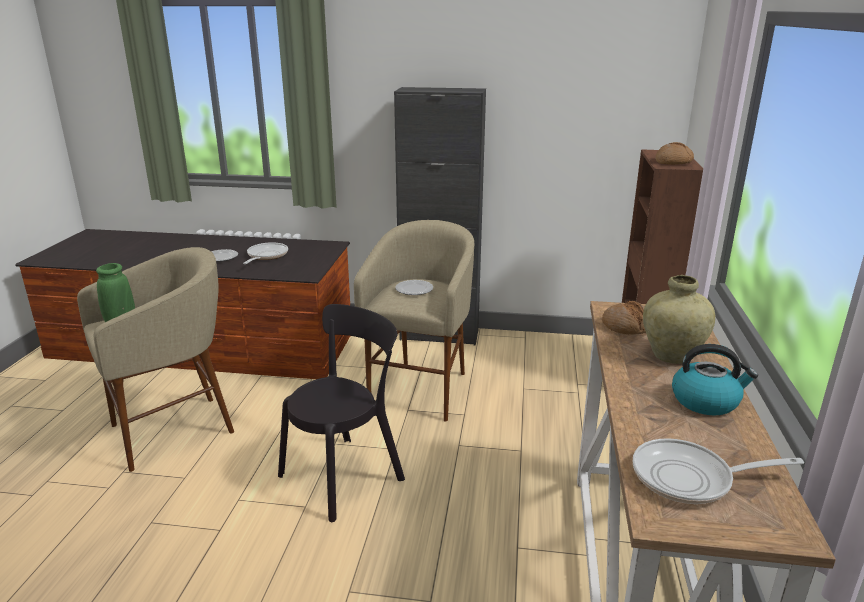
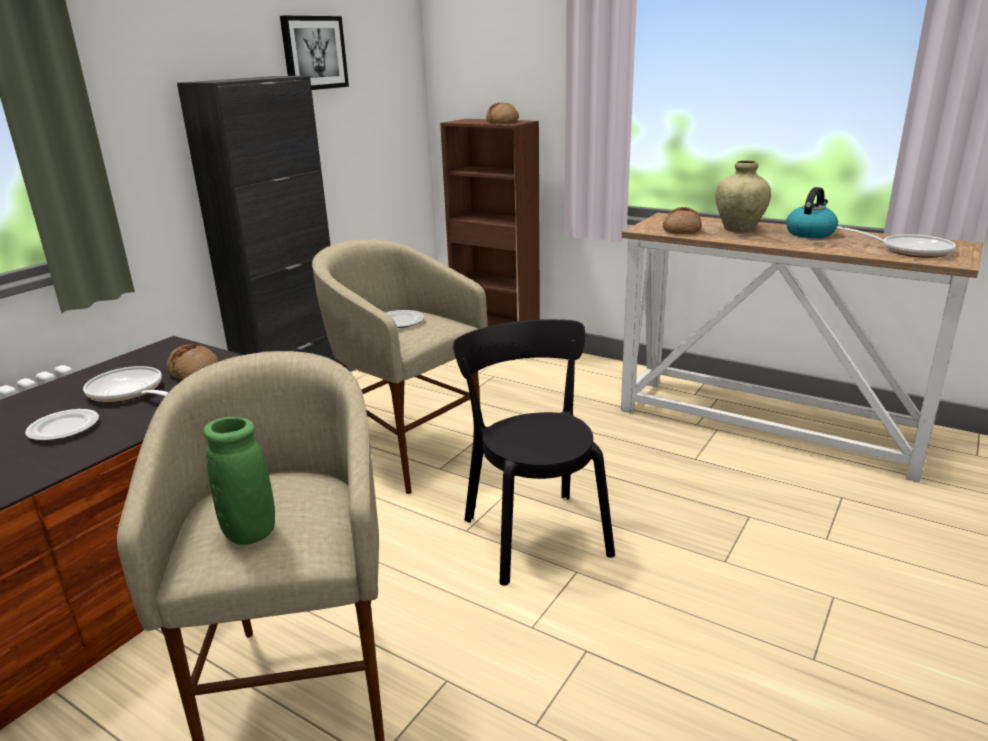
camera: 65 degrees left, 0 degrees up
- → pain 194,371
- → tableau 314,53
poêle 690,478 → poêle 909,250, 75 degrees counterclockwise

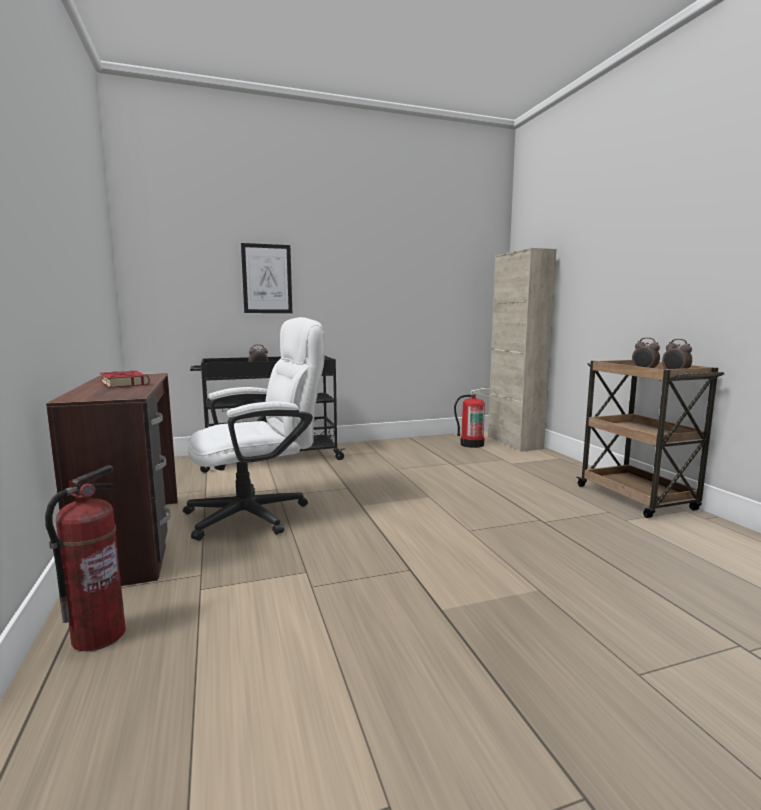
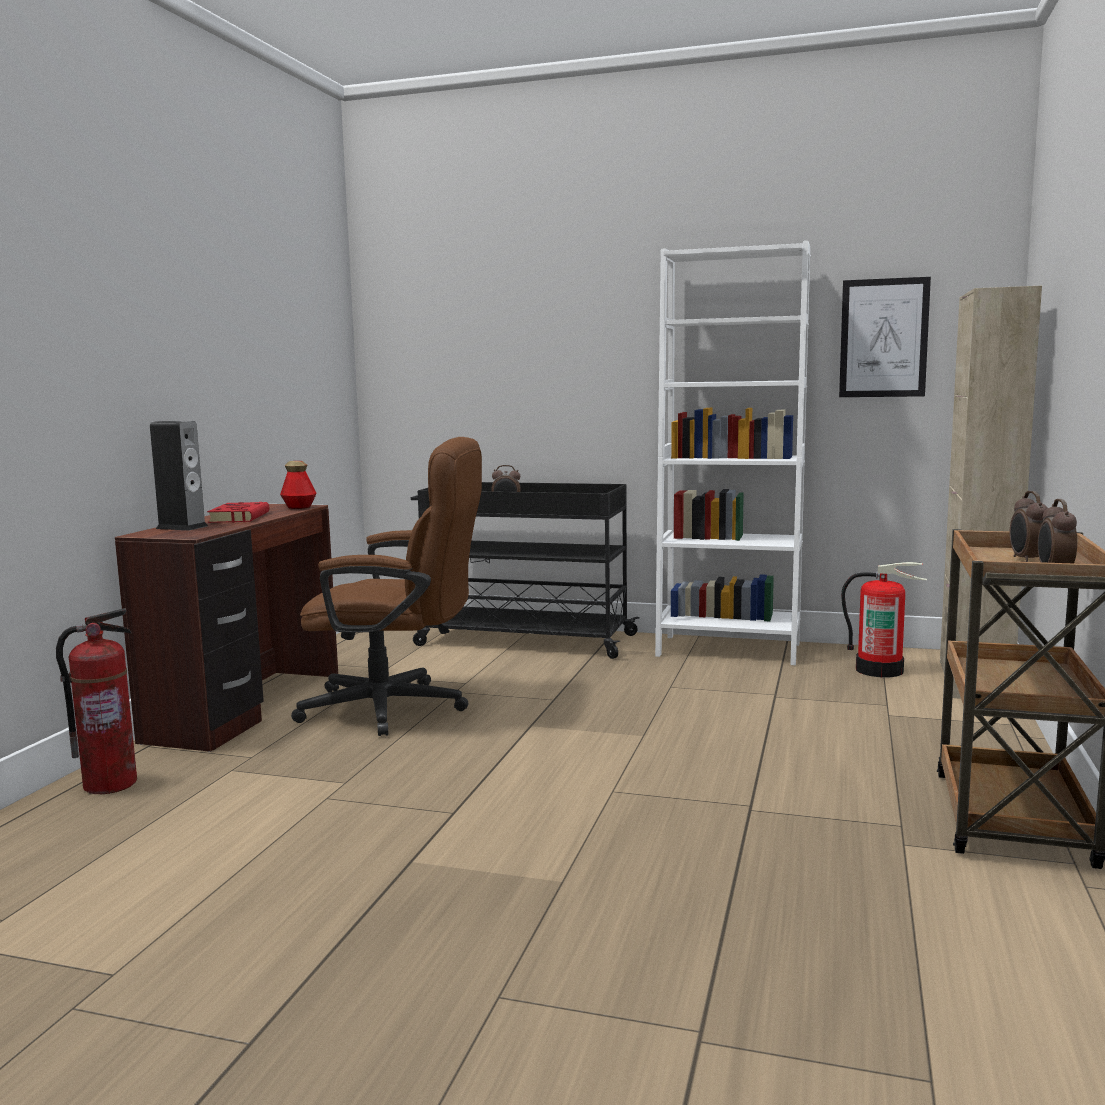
camera: 35 degrees right, 0 degrees up
- → enceinte 182,527
- → bouteille 299,507
- → bibliothèque [blanc] 728,649
tableau 267,279 → tableau 883,338, moved
chaise de bureau [blanc] 259,514 → chaise de bureau [marron] 399,708

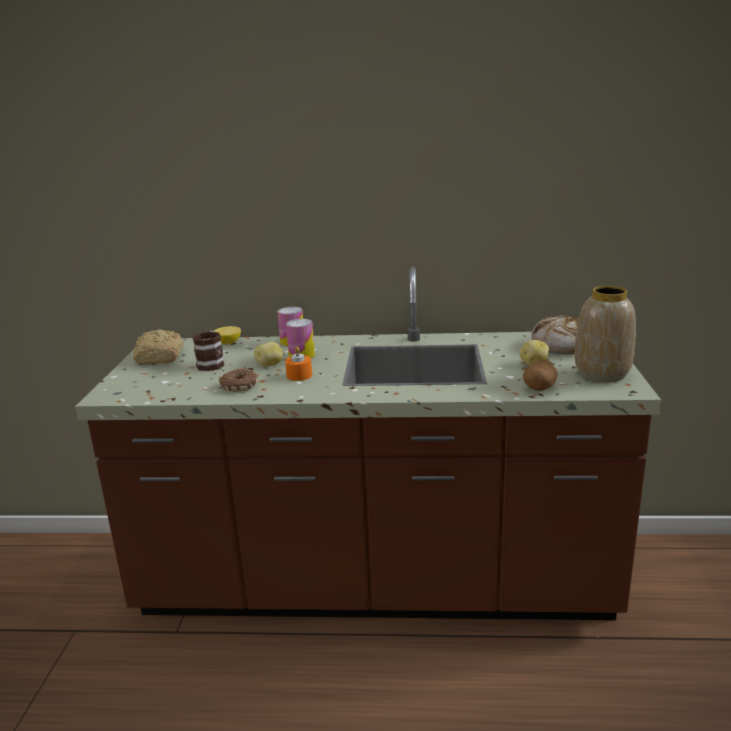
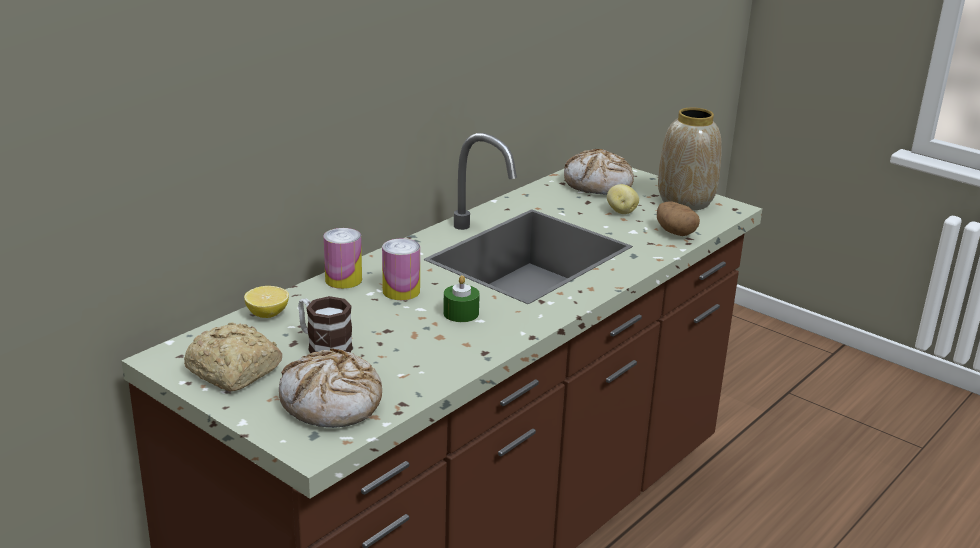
camera: 55 degrees left, 5 degrees up
beignet 238,386 → -
pomme de terre 270,365 → -
- → pain 332,403
bougie [orange] 299,375 → bougie [vert] 461,313

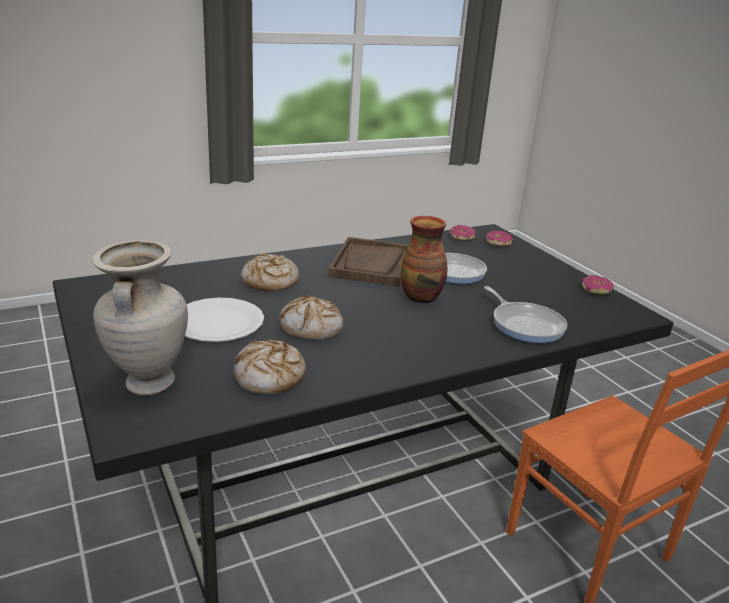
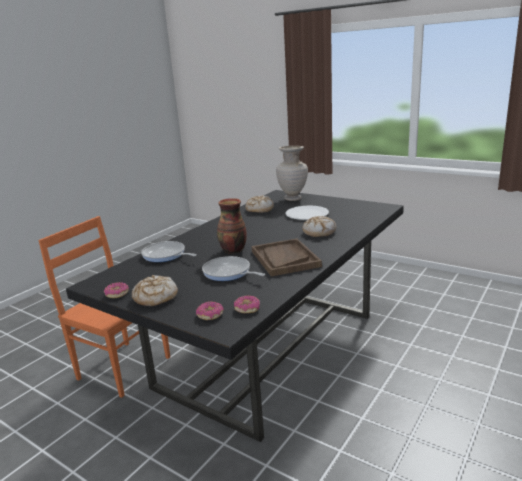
camera: 155 degrees right, 5 degrees down
pain 311,328 → pain 155,297, moved

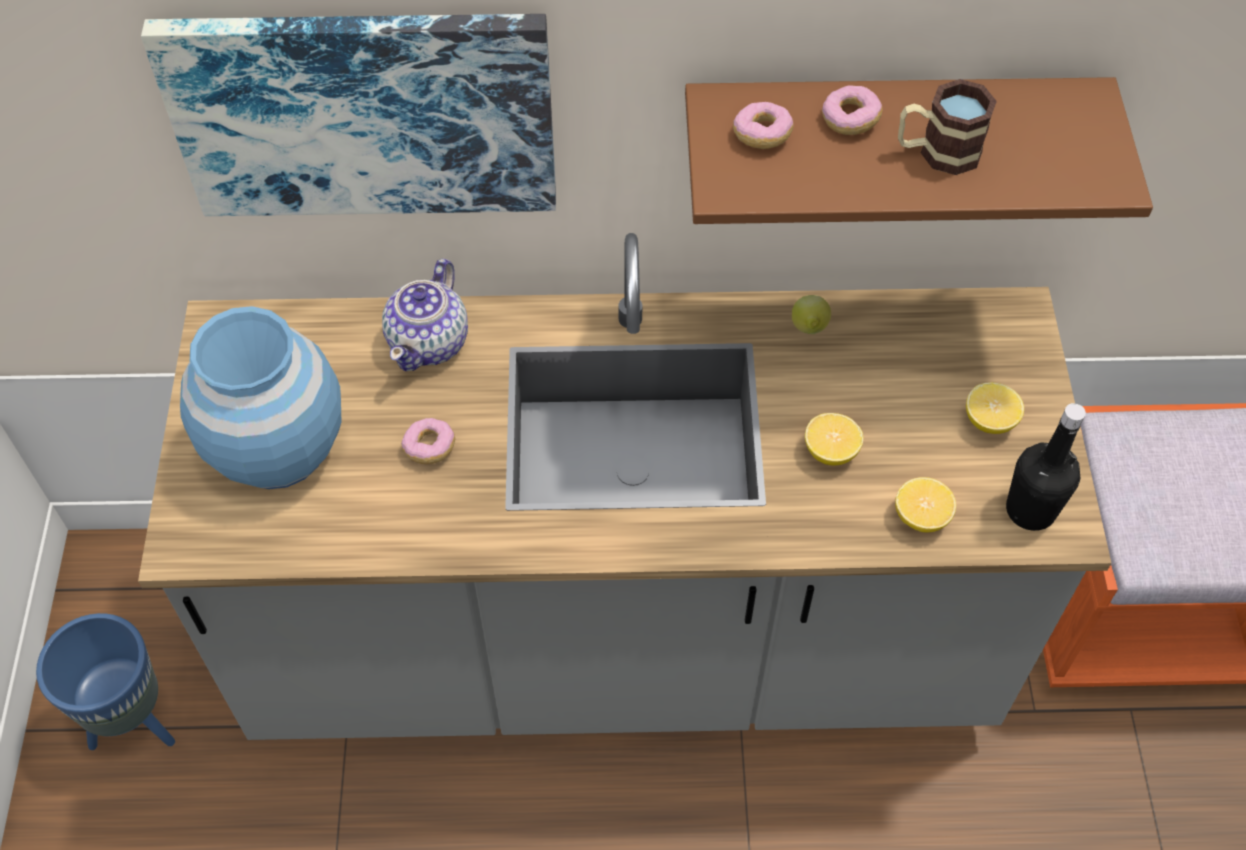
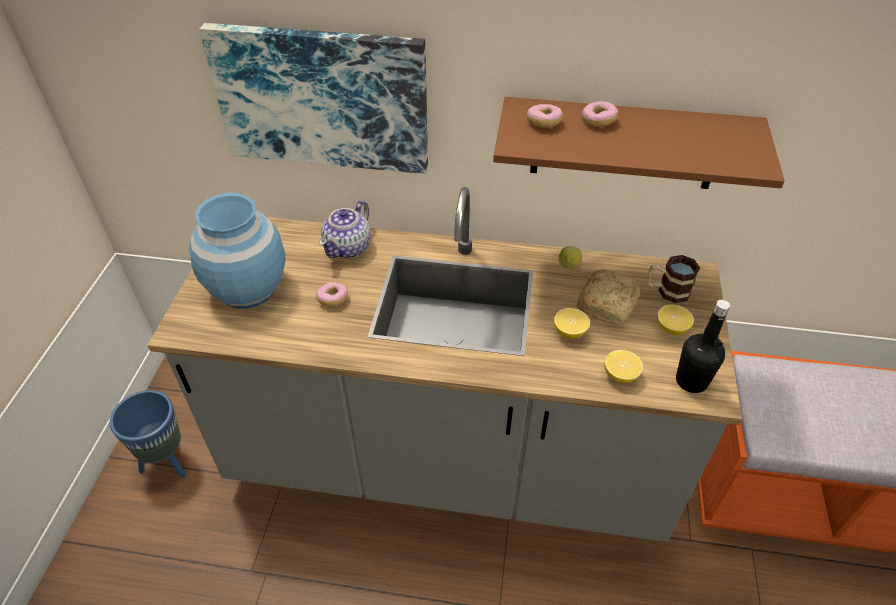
camera: 10 degrees right, 10 degrees down
- → pain 608,303
mug 937,152 → mug 667,291, moved

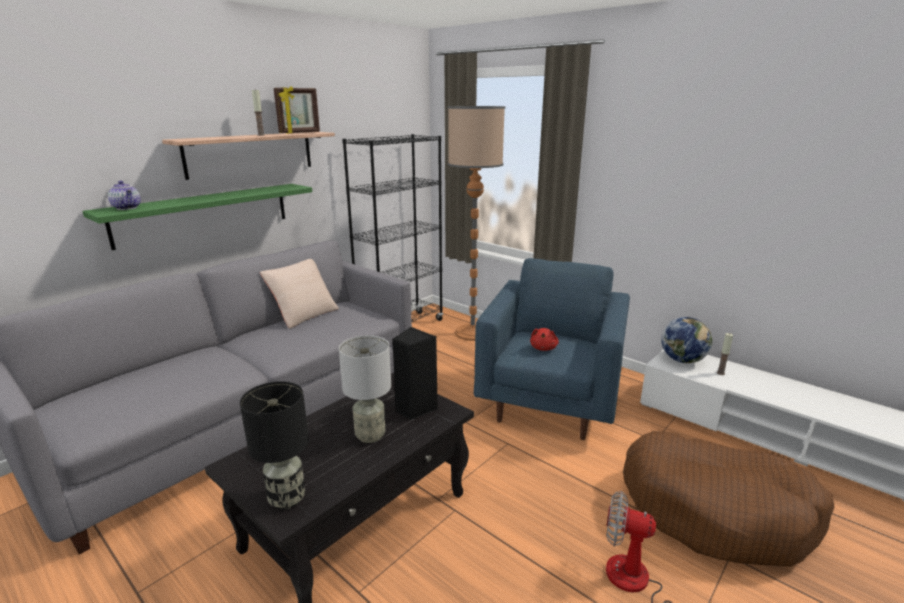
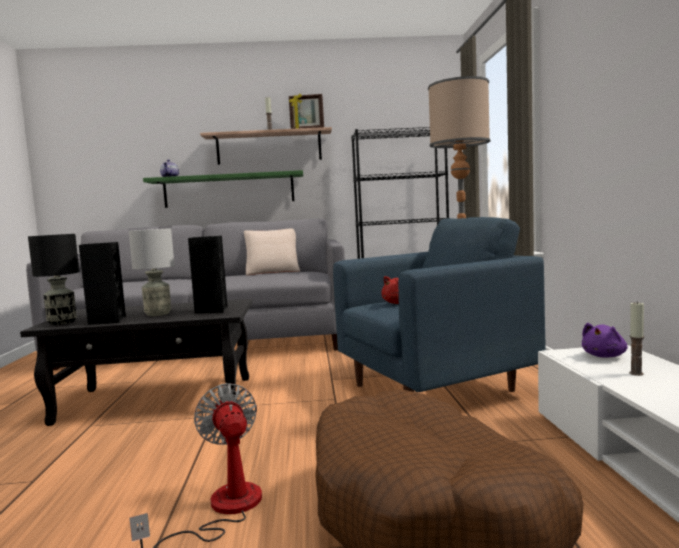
camera: 45 degrees right, 15 degrees down
- → enceinte [noir] 107,321
globe 682,360 → peluche [violet] 604,356

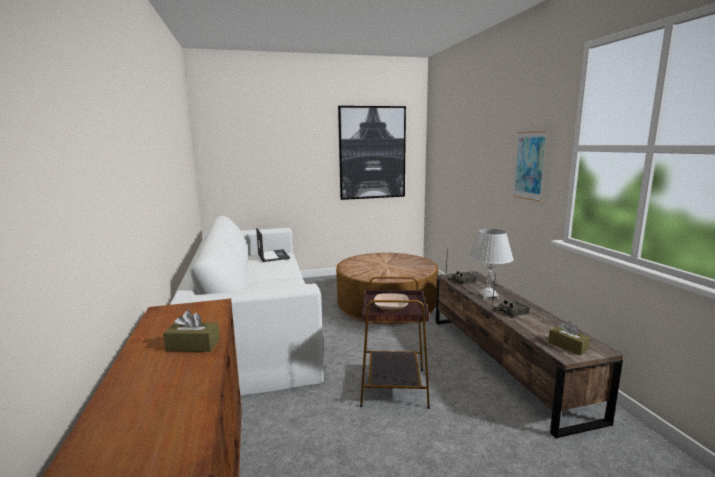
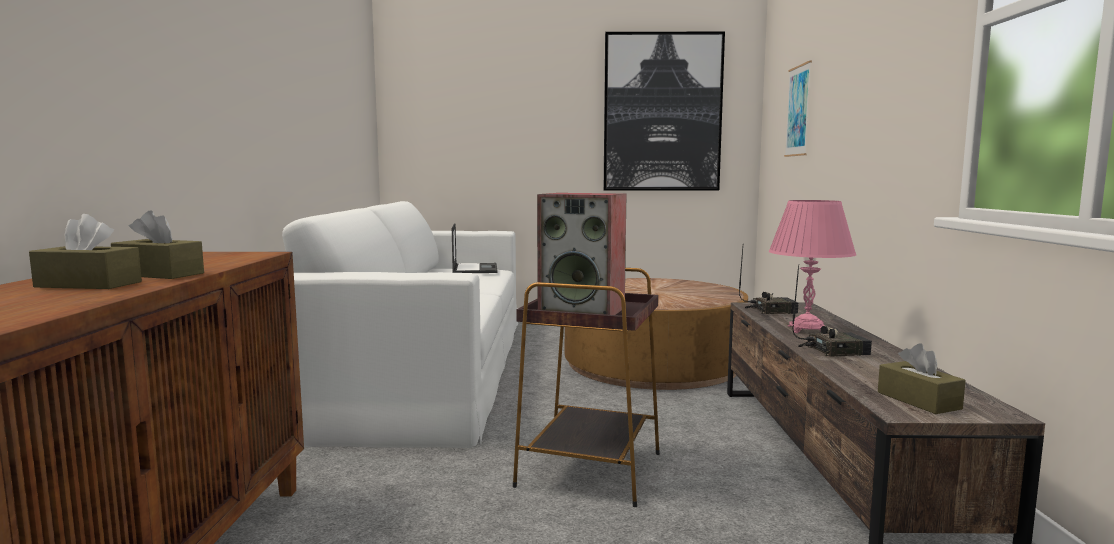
camera: 15 degrees right, 5 degrees down
- → boîte à mouchoirs [marron] 88,284
tableau 529,165 → tableau 798,111, moved
bol 391,307 → enceinte 583,310
lampe de table [blanc] 488,296 → lampe de table [rose] 807,330

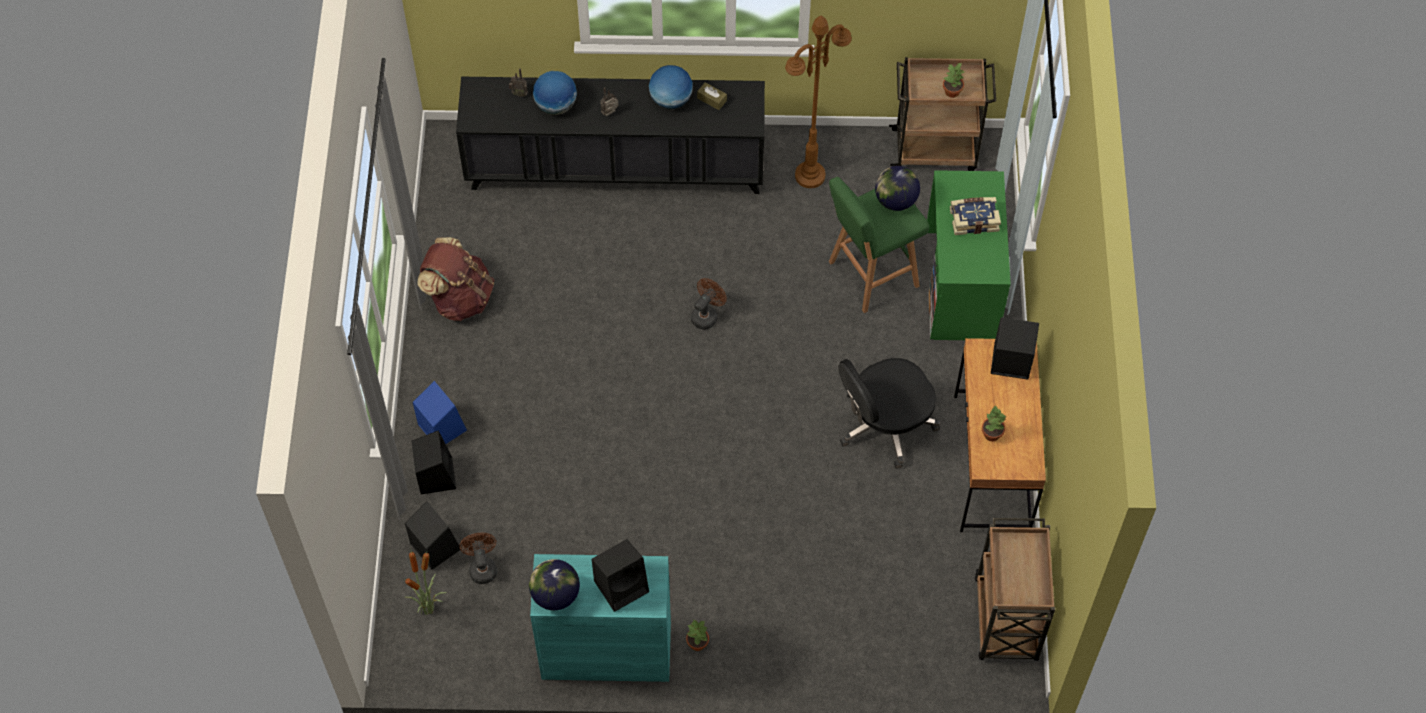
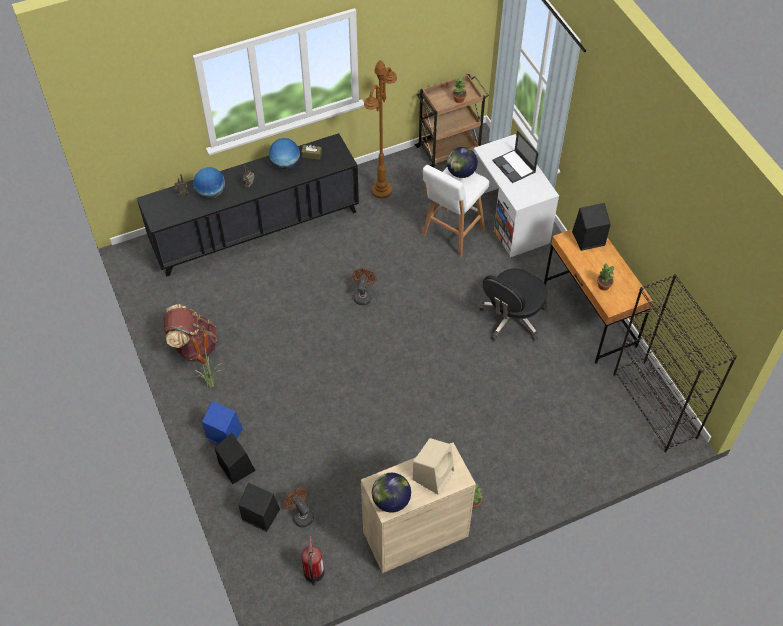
camera: 25 degrees left, 5 degrees down
- → extincteur 314,573
plante en pot 429,609 → plante en pot 211,384, moved
livre 973,219 → ordinateur portable 514,166
chariot [marron] 1006,621 → bibliothèque [noir] 655,406
meuble de rangement [turquoise] 606,651 → meuble de rangement [beige] 415,534
enceinte [noir] 622,585 → enceinte [beige] 433,474
tabouret [vert] 870,275 → tabouret [blanc] 452,234
bureau [vert] 961,284 → bureau [blanc] 509,219

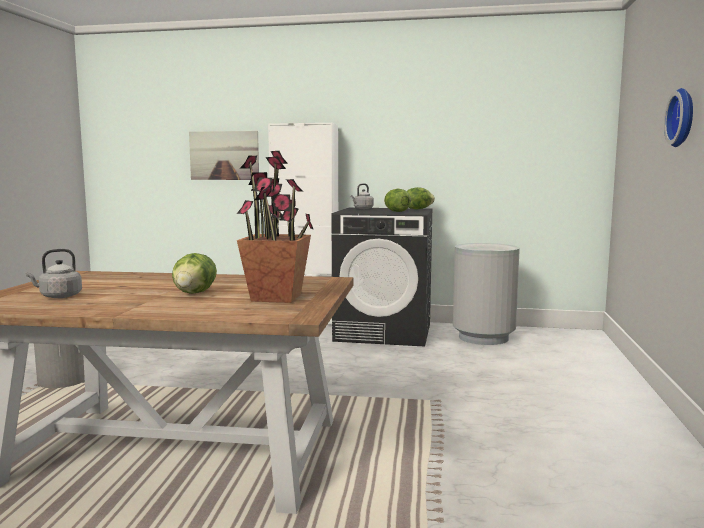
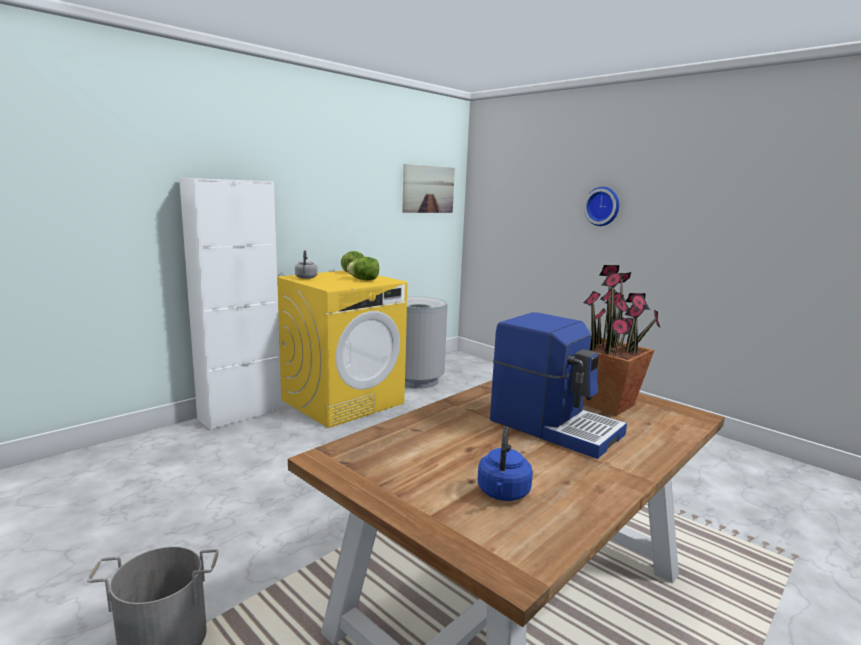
camera: 55 degrees left, 5 degrees up
tableau 224,155 → tableau 428,189, moved
laitue 194,293 → machine à café 555,426
bouilloire [gris] 58,296 → bouilloire [bleu] 503,493
lave-linge [noir] 384,332 → lave-linge [jaune] 343,401

